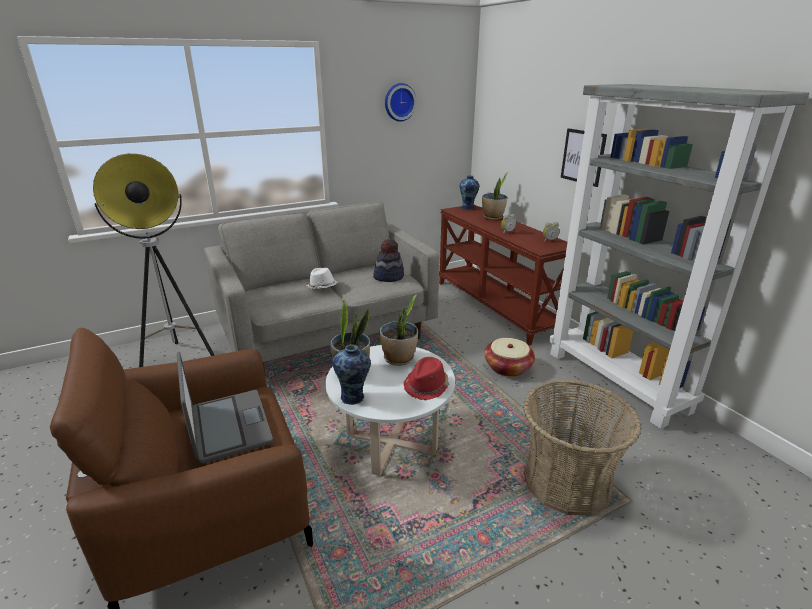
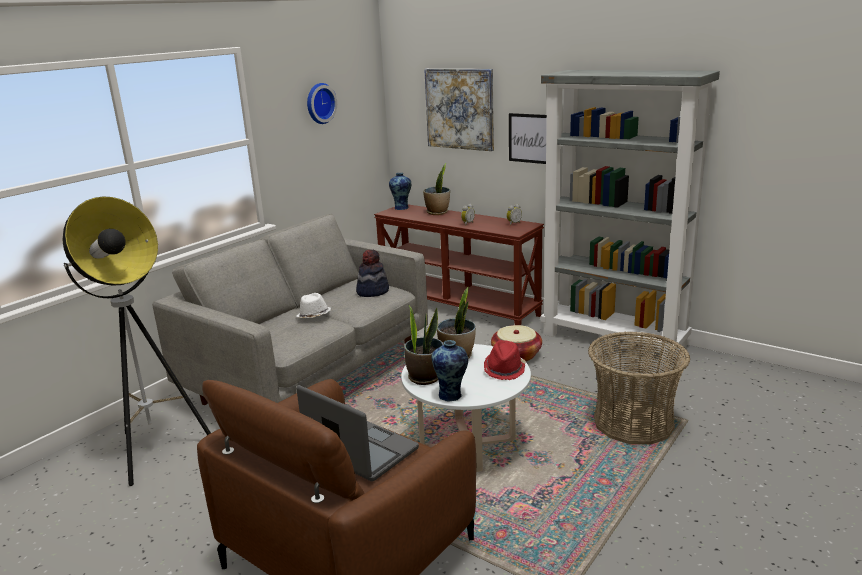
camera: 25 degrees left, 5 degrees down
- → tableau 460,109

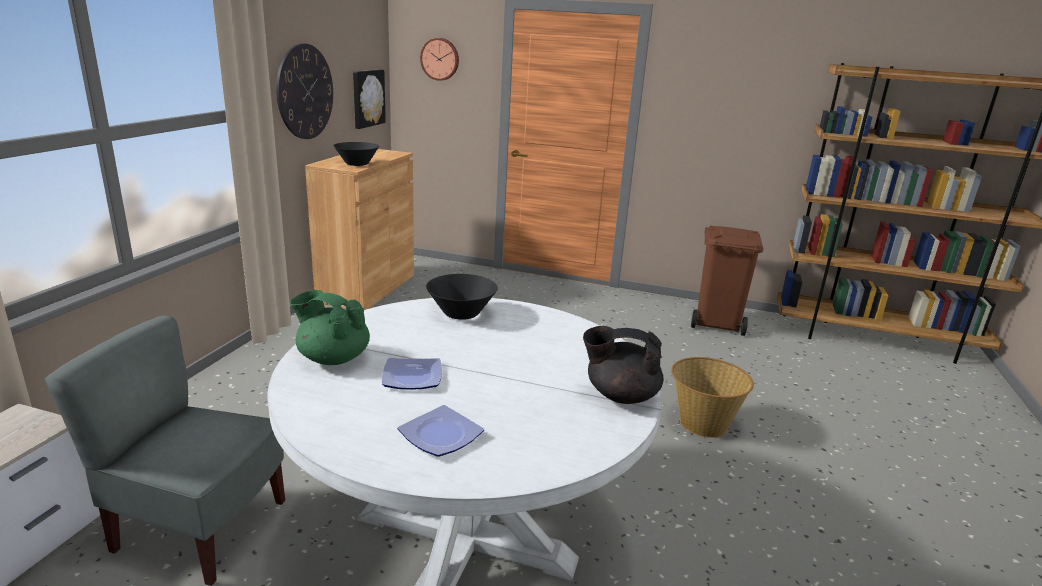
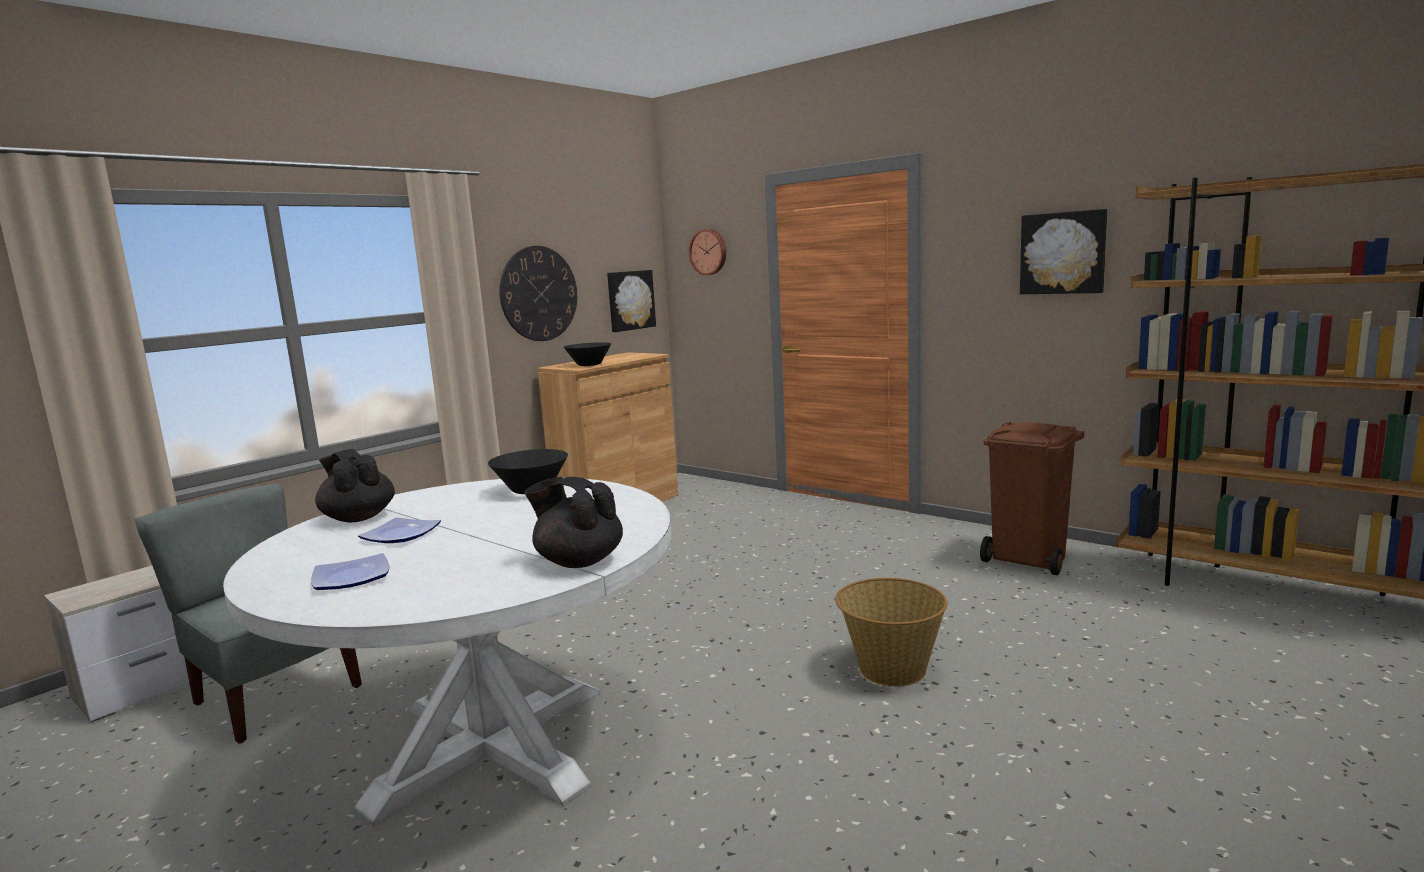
camera: 25 degrees right, 10 degrees down
- → tableau 1063,253
théière [vert] 333,358 → théière [noir] 358,518

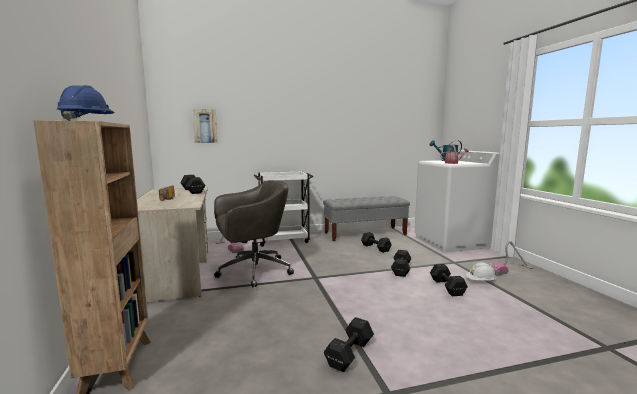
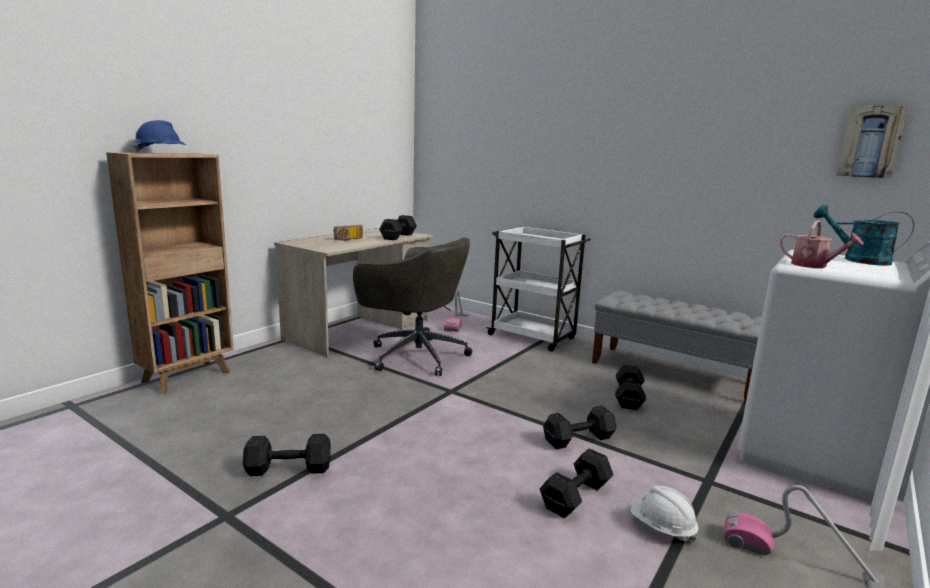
camera: 50 degrees right, 5 degrees up
tableau 205,126 → tableau 870,142, moved

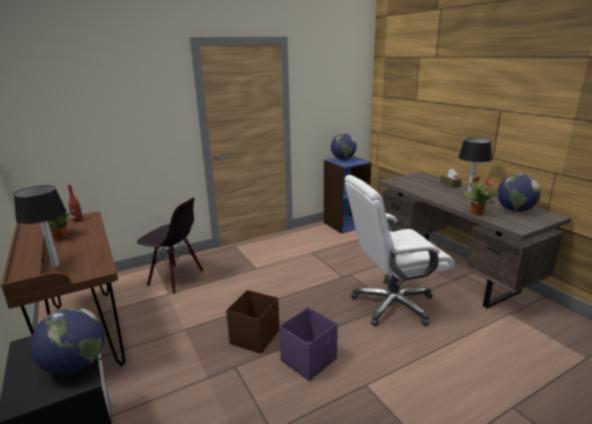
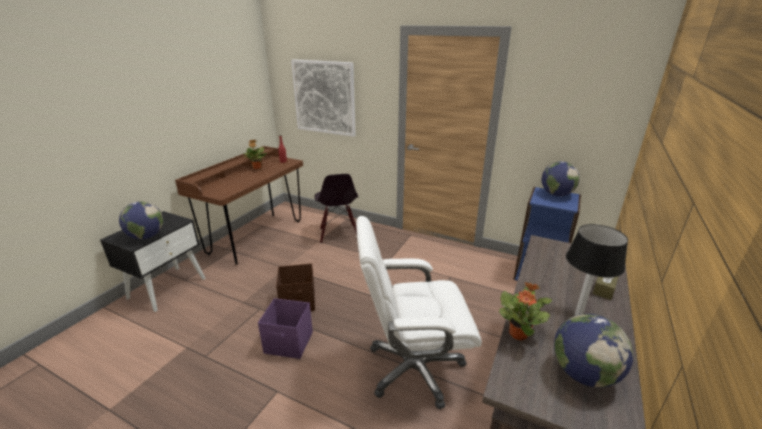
camera: 55 degrees right, 5 degrees up
lampe de table 56,265 → -
- → tableau 324,97
chaise de bureau [blanc] 392,304 → chaise de bureau [blanc] 413,368, 45 degrees counterclockwise

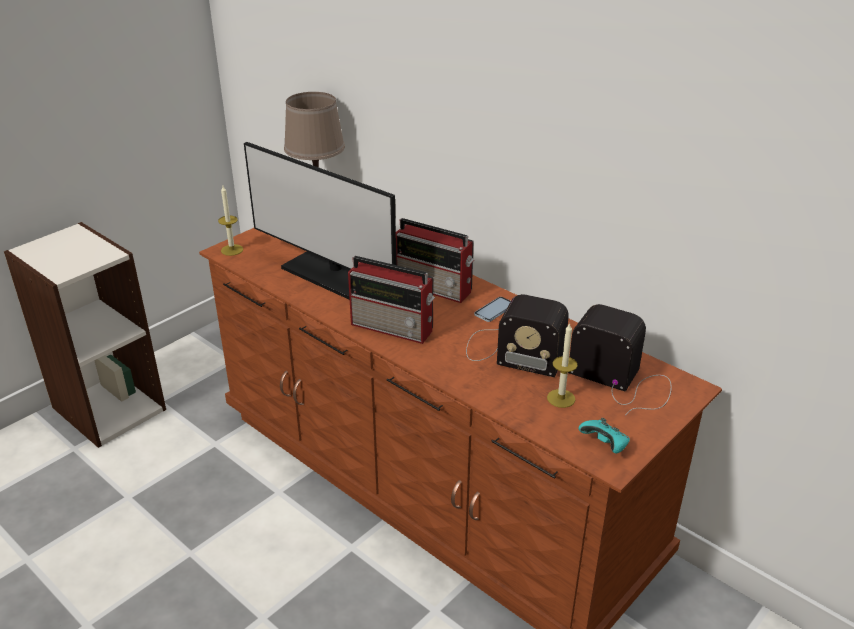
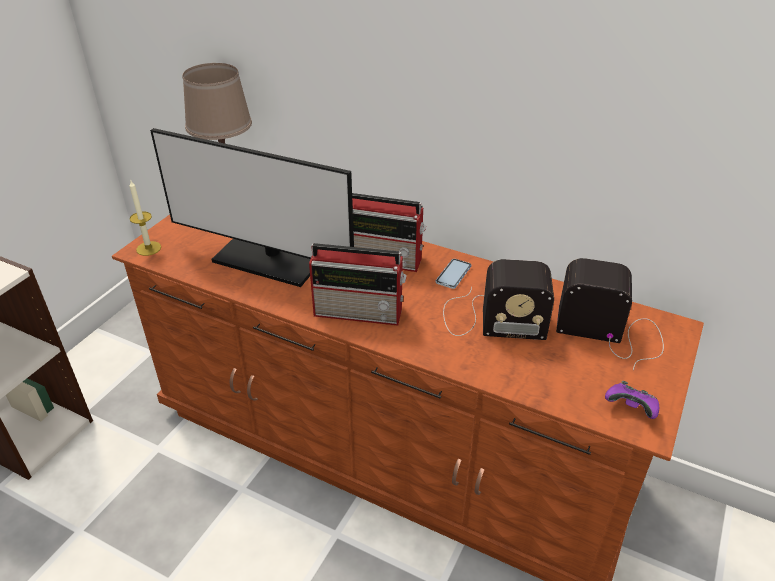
camera: 15 degrees left, 5 degrees up
bougie 561,398 → -
manette [turquoise] 605,445 → manette [violet] 631,408

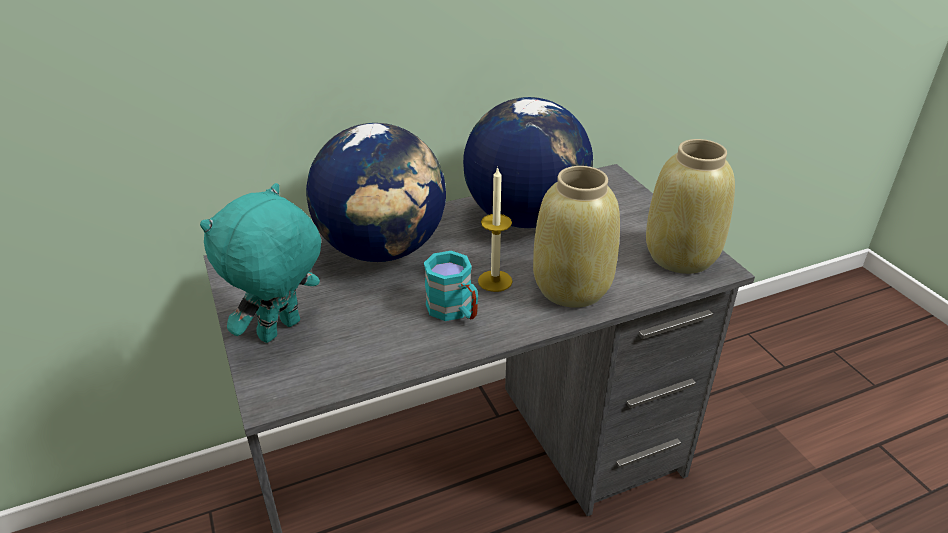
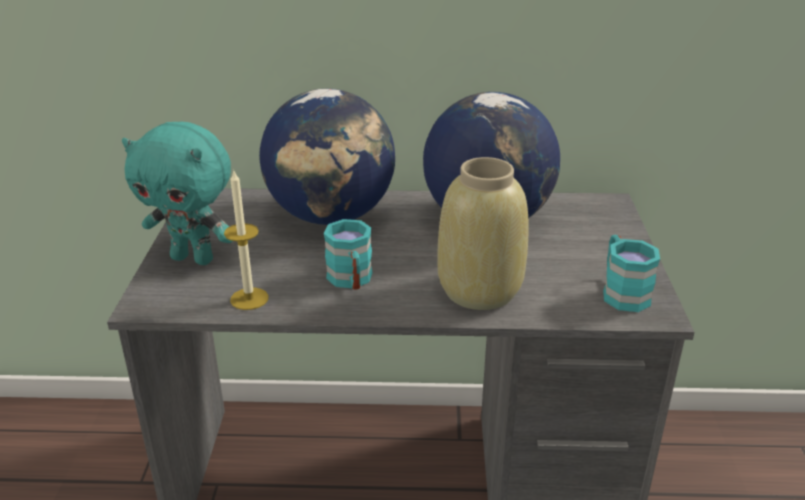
camera: 25 degrees right, 5 degrees down
bougie 495,281 → bougie 249,298, moved
vase [beige] 679,256 → mug [turquoise] 621,292
peluche [turquoise] 281,331 → peluche [turquoise] 194,258, 135 degrees counterclockwise

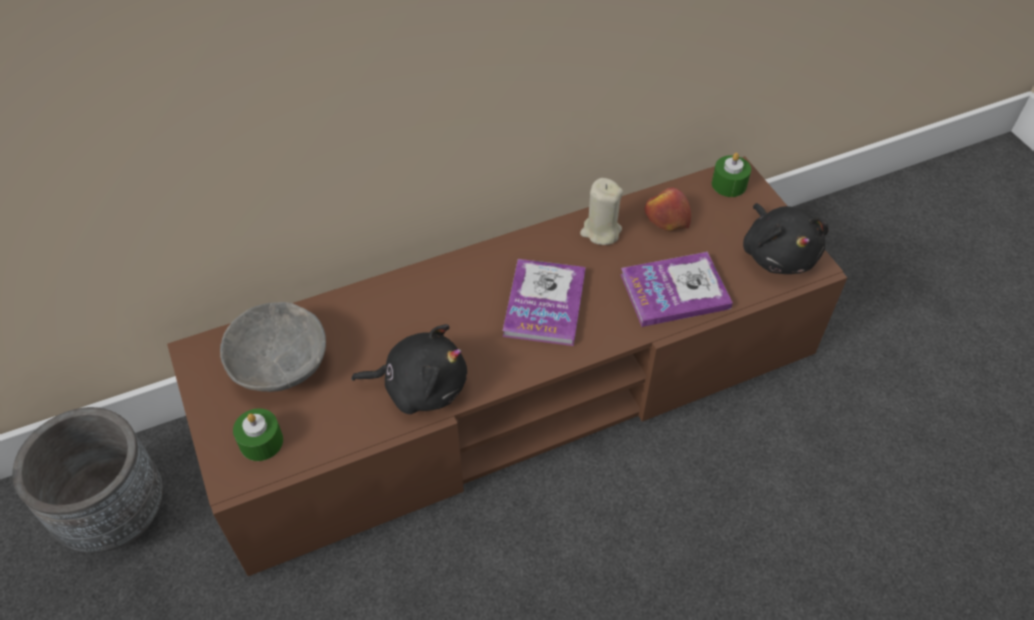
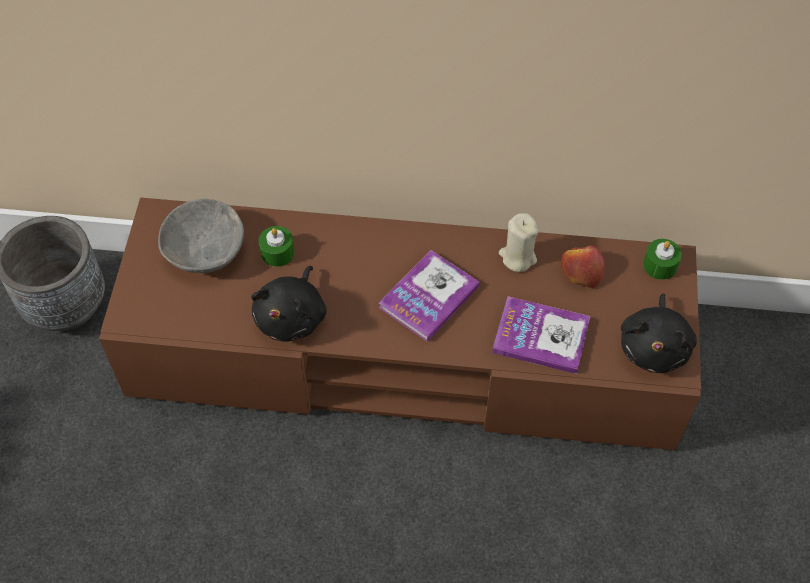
camera: 30 degrees right, 5 degrees up
bougie [vert] 261,442 → bougie [vert] 277,252, moved
peluche [noir] 420,386 → peluche [noir] 292,317, 75 degrees clockwise

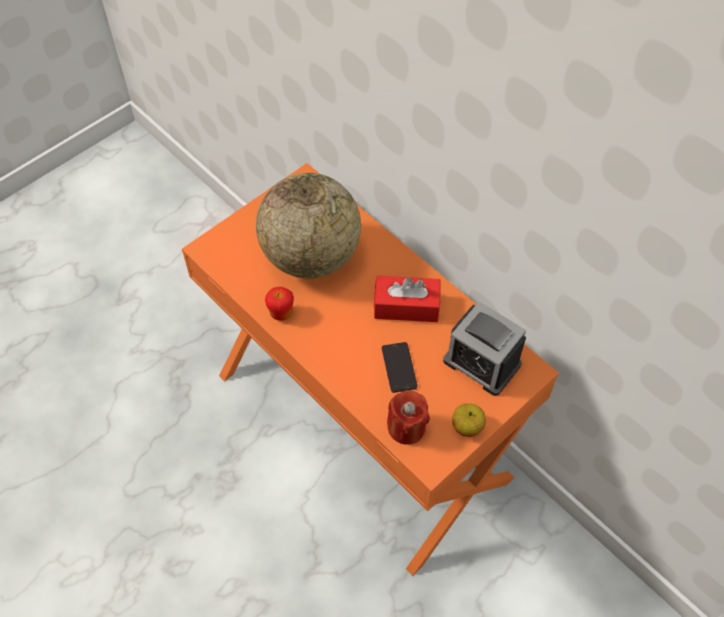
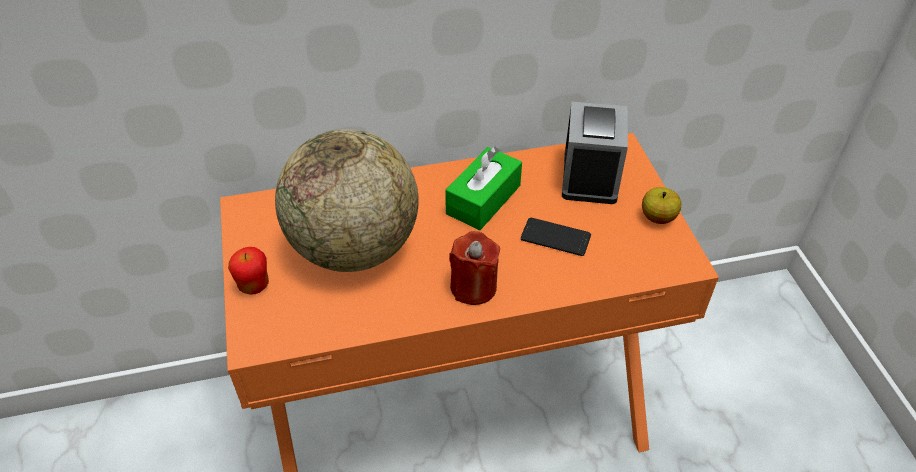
camera: 60 degrees left, 10 degrees down
pomme 281,313 → pomme 254,286, moved
bougie [rouge] 406,427 → bougie [rouge] 473,287, moved
boîte à mouchoirs [rouge] 406,306 → boîte à mouchoirs [vert] 483,199
réveil 481,362 → réveil 590,176, 60 degrees counterclockwise

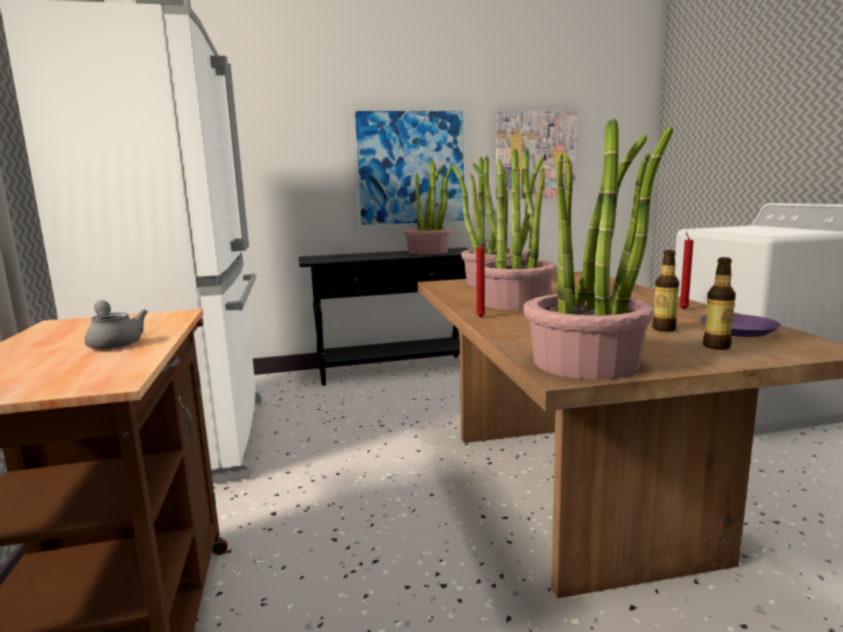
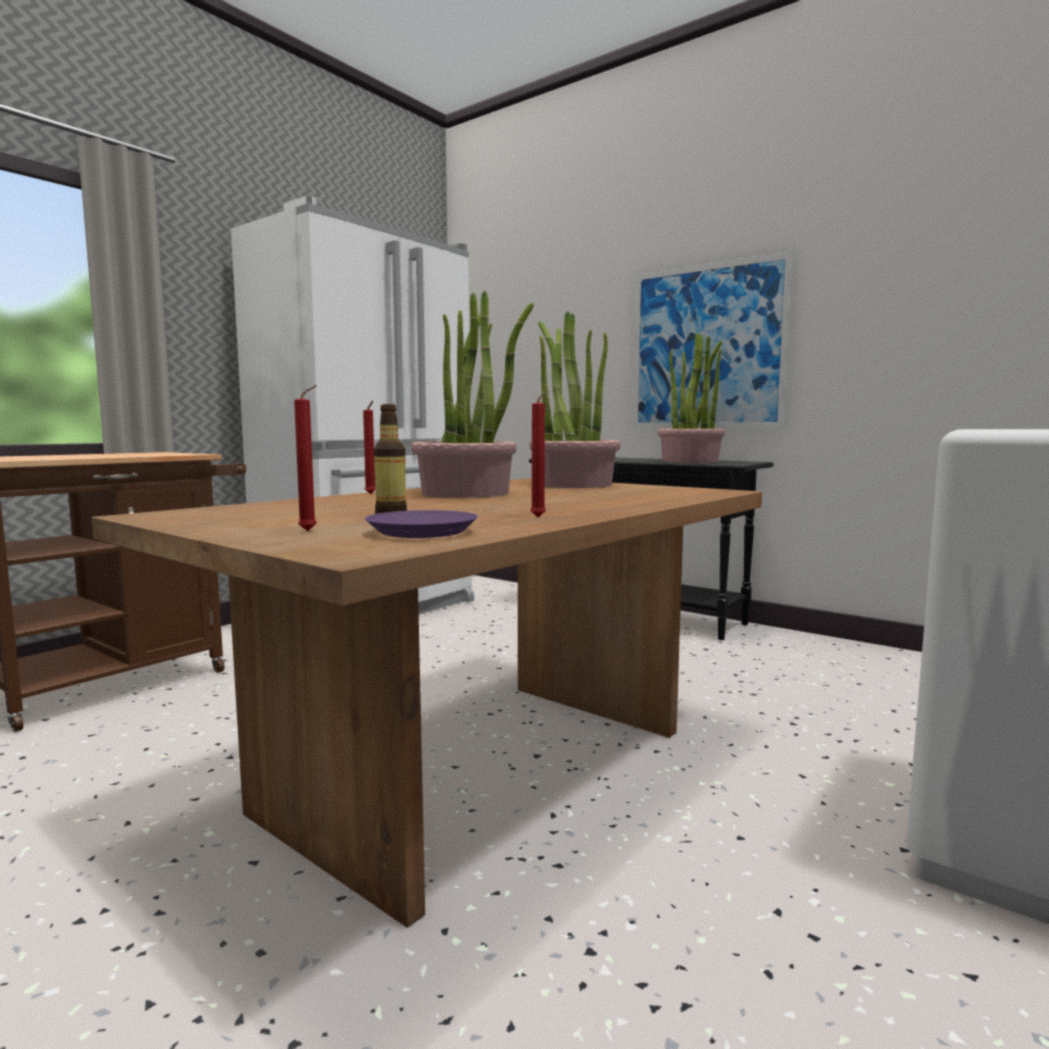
camera: 50 degrees right, 5 degrees down
théière [gris] 115,343 → -
tableau 535,155 → -
plante en pot 586,362 → -
bouteille 716,346 → bougie [rouge] 310,531

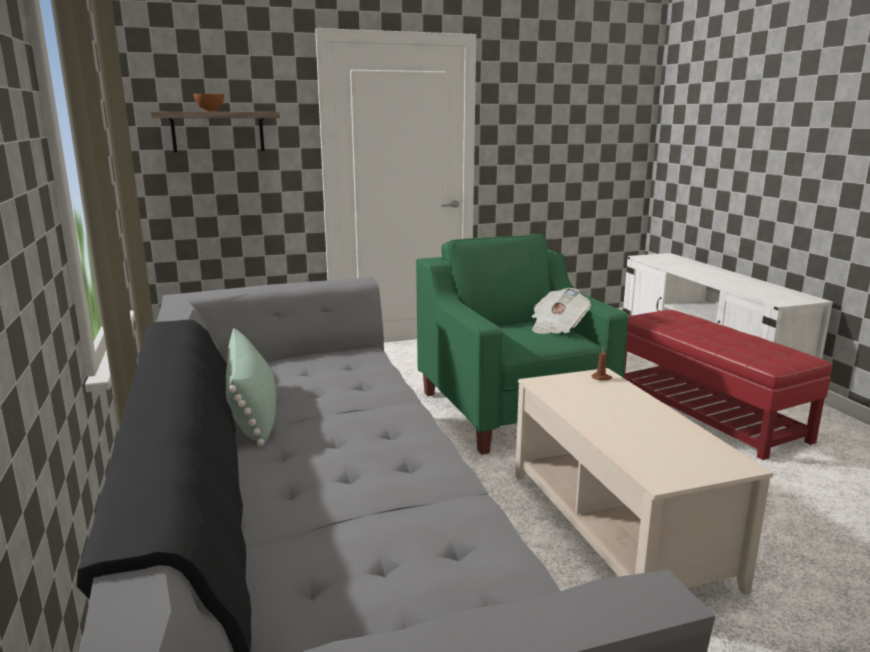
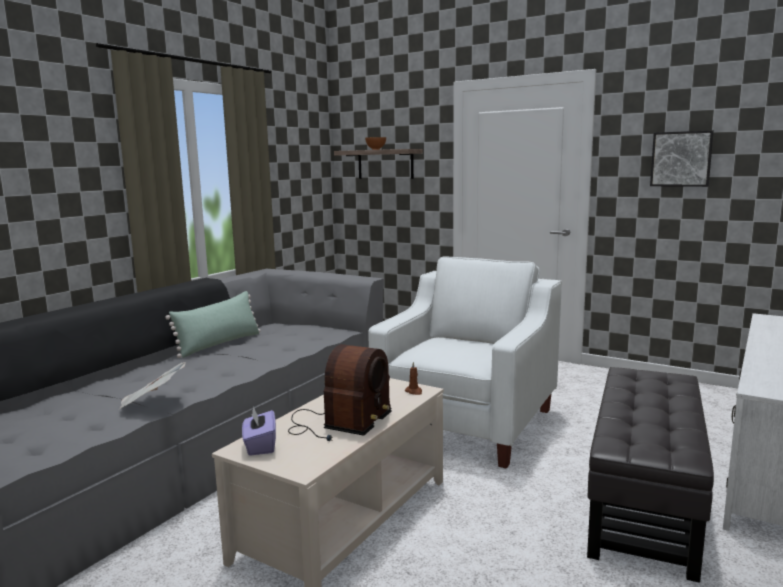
camera: 50 degrees right, 5 degrees down
- → boîte à mouchoirs [violet] 260,446
- → radio 339,423
- → tableau 681,159
journal 557,327 → journal 152,403, moved
fauteuil [vert] 512,410 → fauteuil [blanc] 469,424
pouf [rouge] 706,411 → pouf [noir] 645,499

